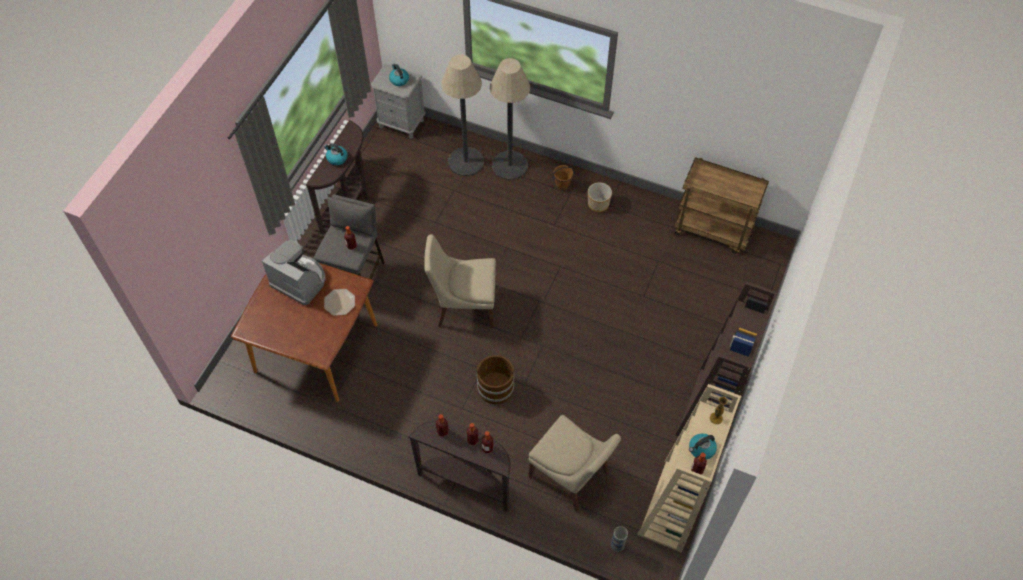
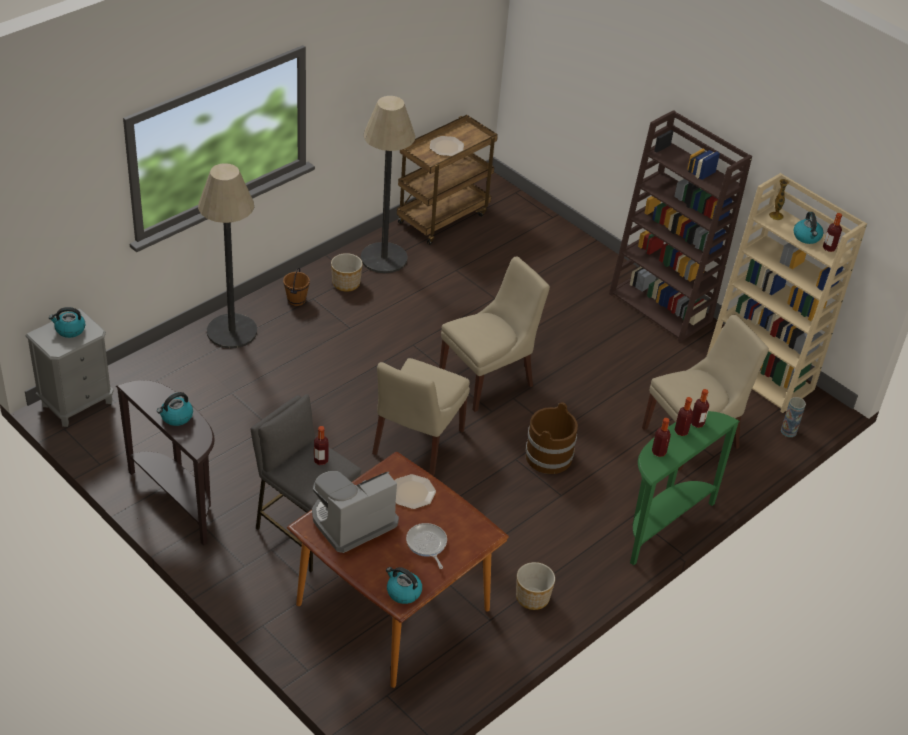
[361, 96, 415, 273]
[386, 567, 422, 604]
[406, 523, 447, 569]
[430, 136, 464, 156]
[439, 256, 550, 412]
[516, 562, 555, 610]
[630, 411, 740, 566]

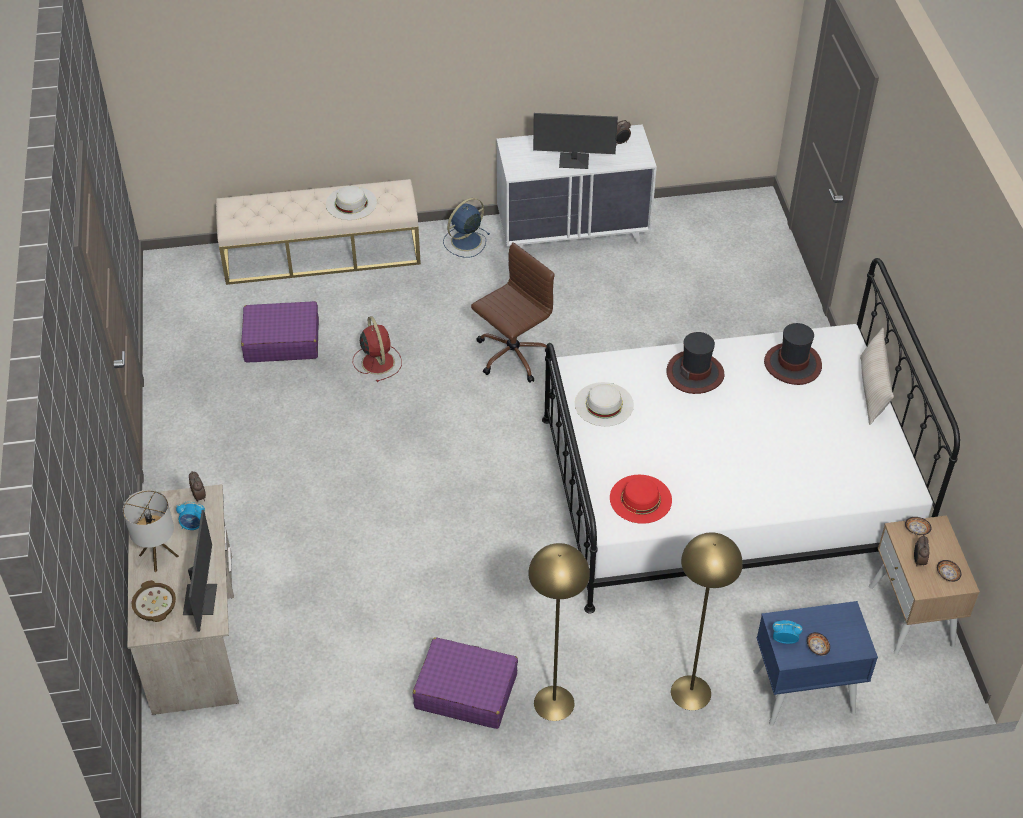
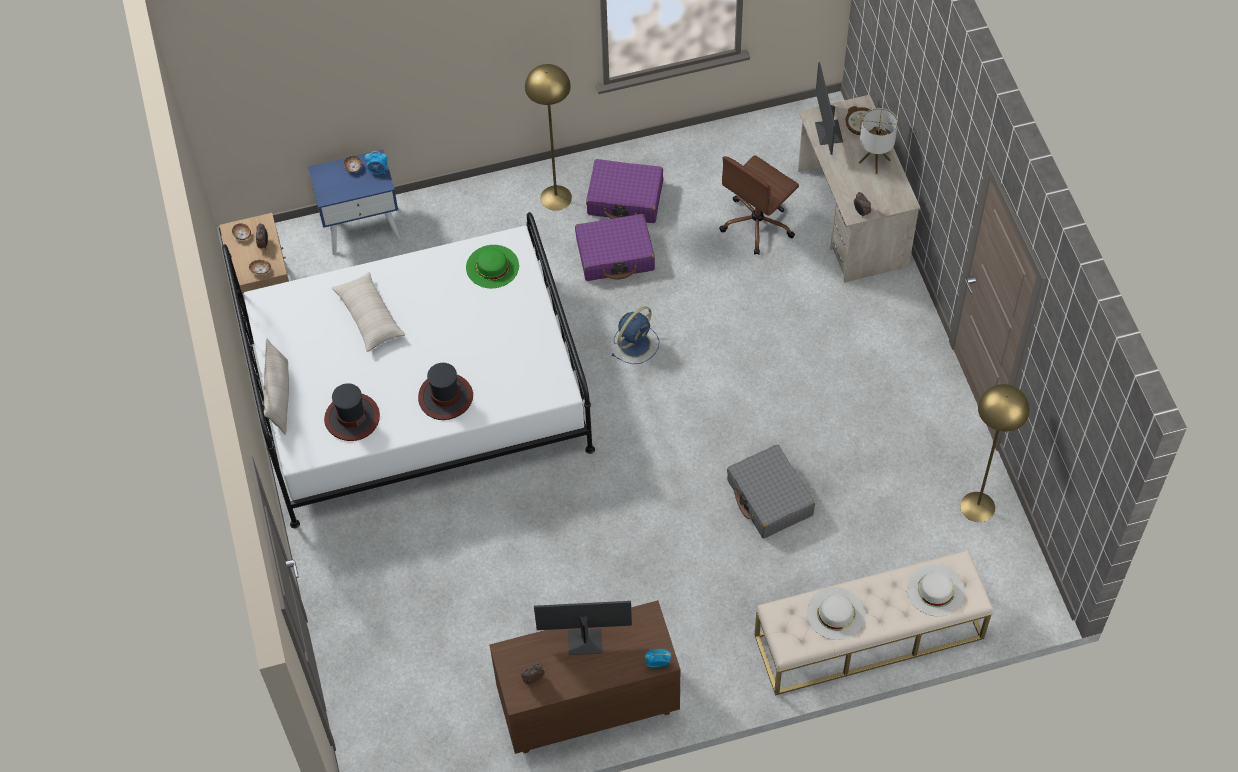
[332, 272, 405, 352]
[466, 245, 519, 288]
[490, 600, 681, 754]
[575, 214, 655, 281]
[611, 306, 659, 364]
[644, 649, 671, 667]
[719, 155, 799, 255]
[727, 445, 815, 538]
[907, 564, 965, 616]
[960, 384, 1030, 522]

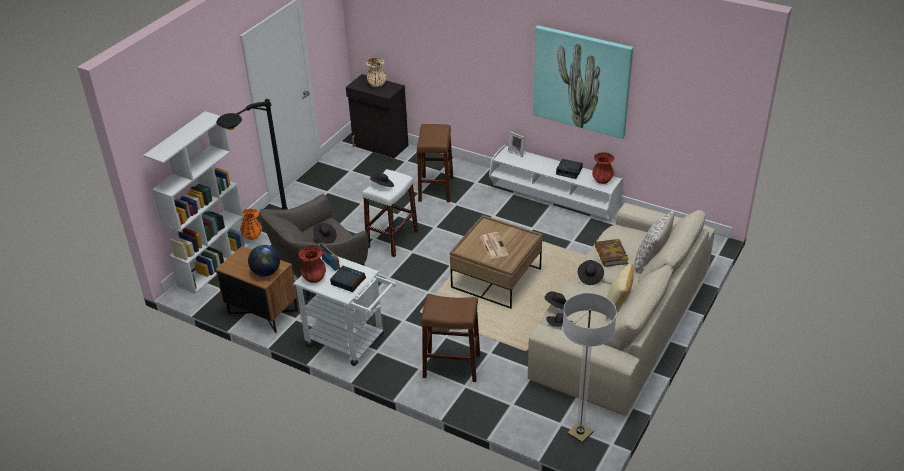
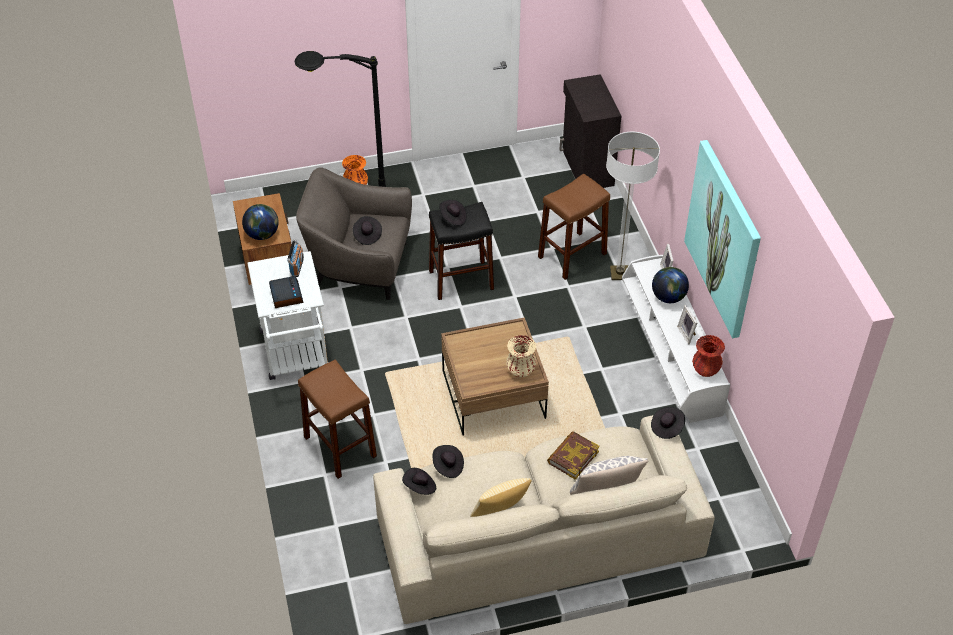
[429, 202, 494, 300]
[506, 335, 536, 377]
[606, 132, 660, 280]
[651, 407, 685, 439]
[652, 267, 689, 303]
[677, 305, 697, 345]
[143, 111, 249, 294] (first image)
[298, 246, 326, 283] (first image)
[480, 232, 509, 259] (first image)

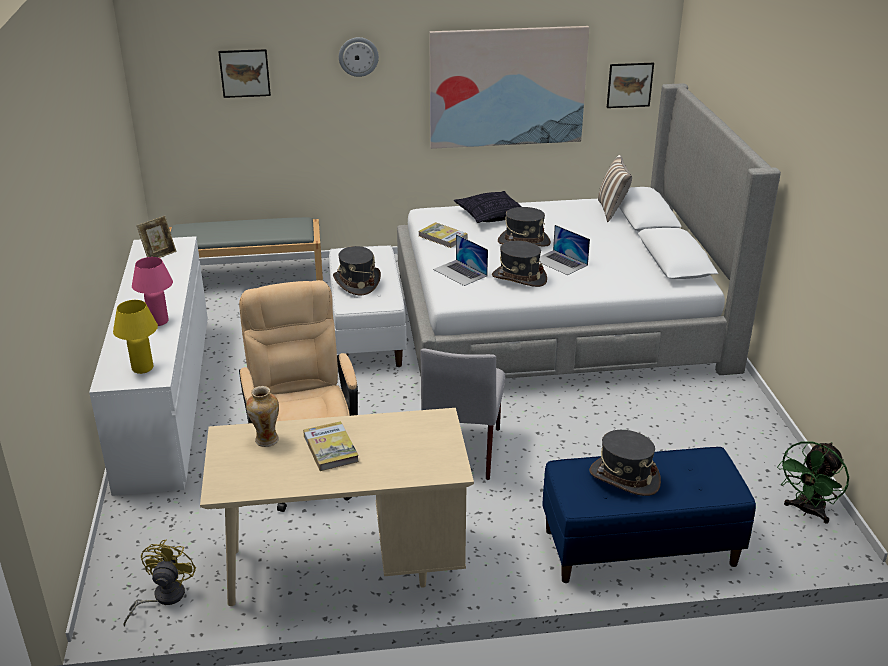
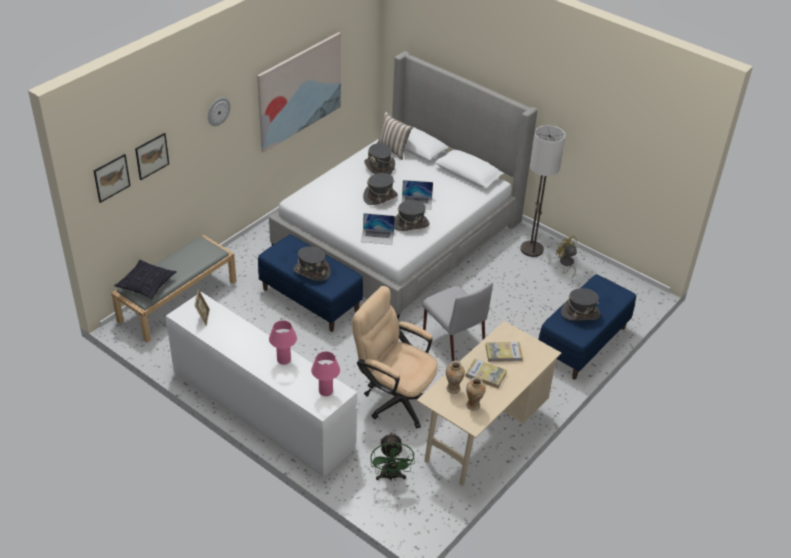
[94, 154, 131, 203]
[114, 260, 177, 299]
[258, 235, 363, 332]
[311, 351, 340, 396]
[364, 143, 395, 175]
[370, 432, 415, 480]
[466, 377, 486, 411]
[486, 342, 523, 362]
[520, 125, 566, 257]
[556, 235, 577, 279]

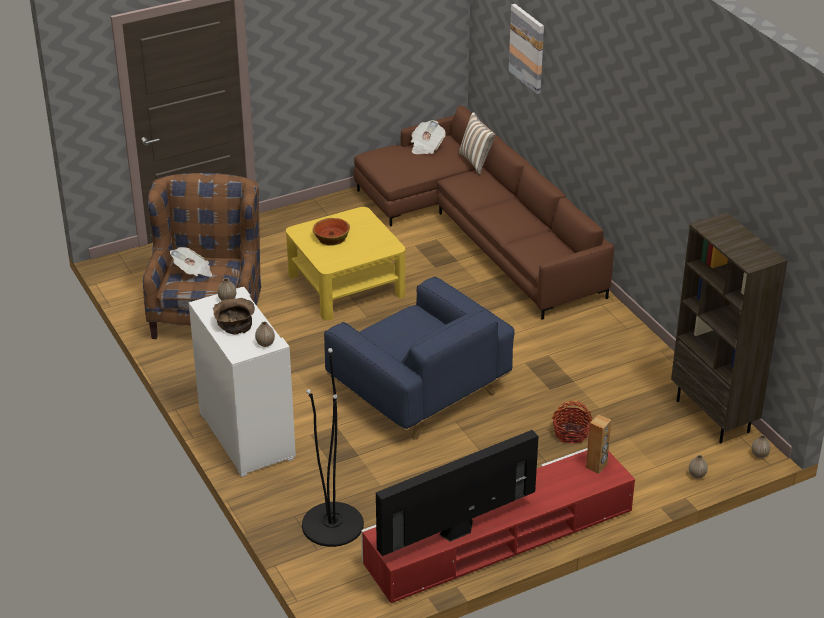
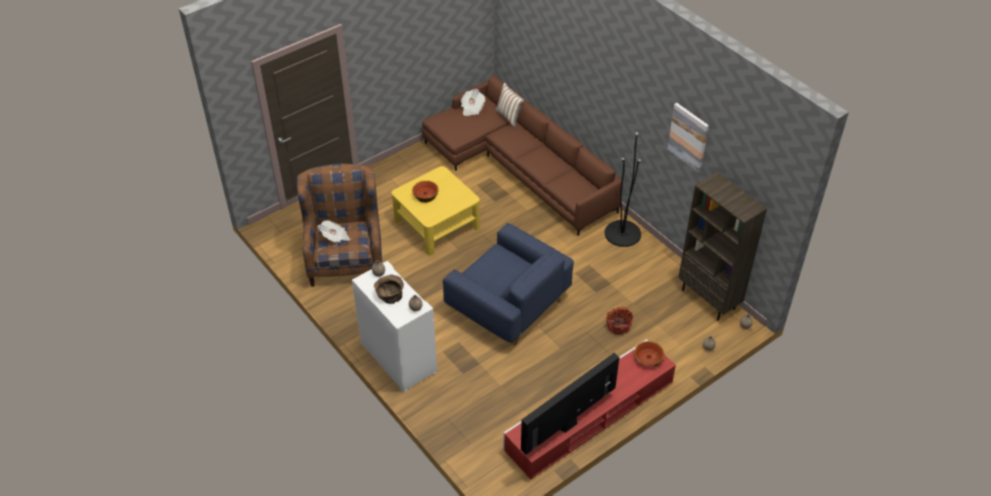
[605, 132, 641, 247]
[634, 341, 664, 367]
[668, 103, 709, 172]

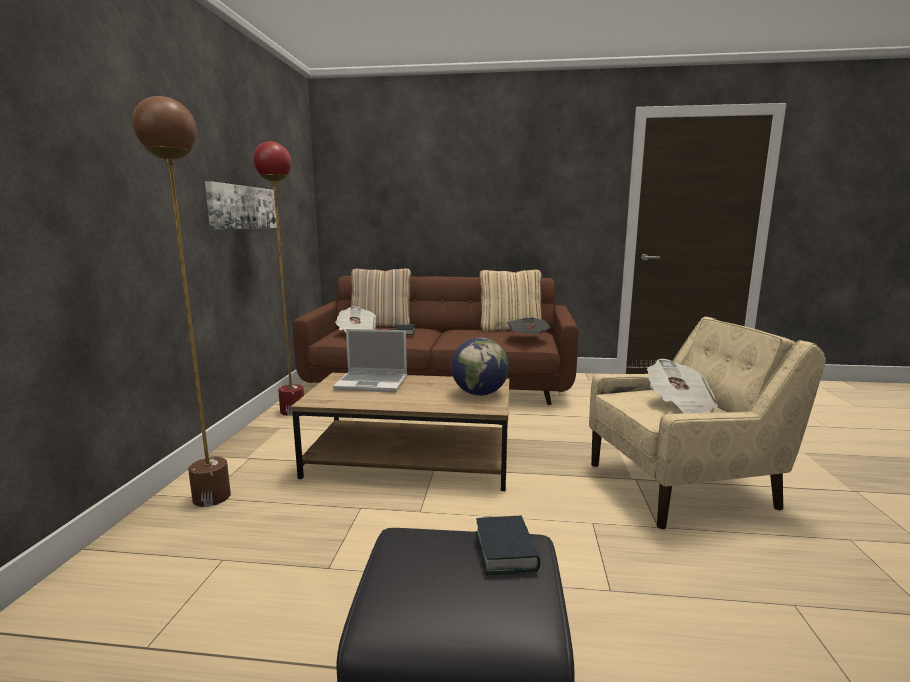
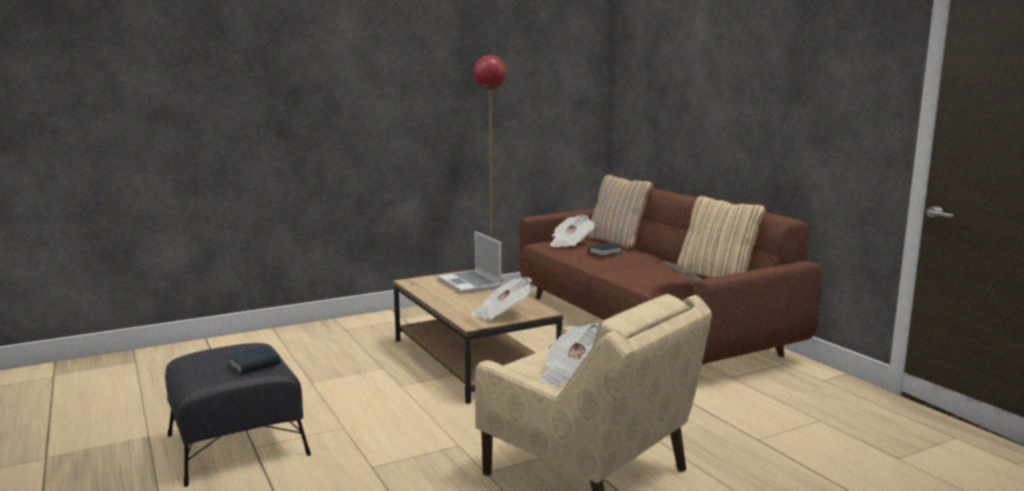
[471, 277, 532, 320]
[132, 96, 231, 507] (first image)
[205, 181, 277, 229] (first image)

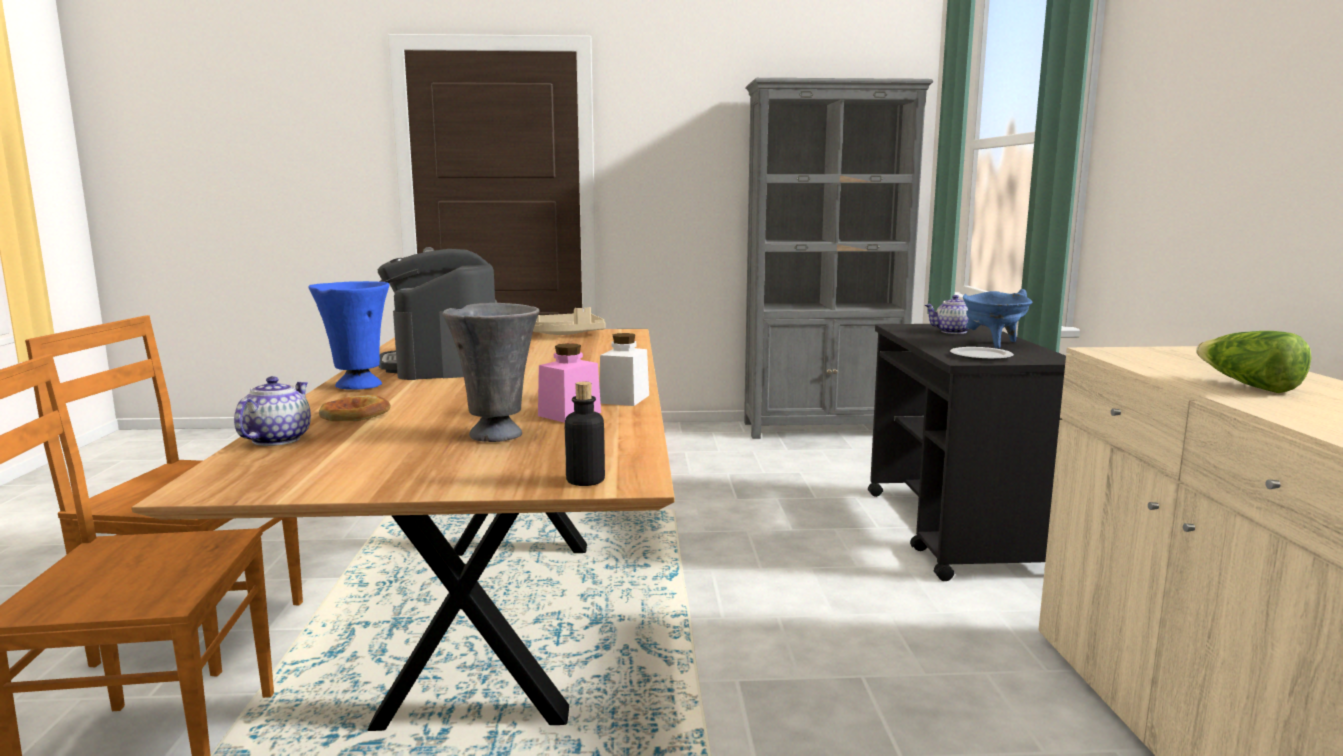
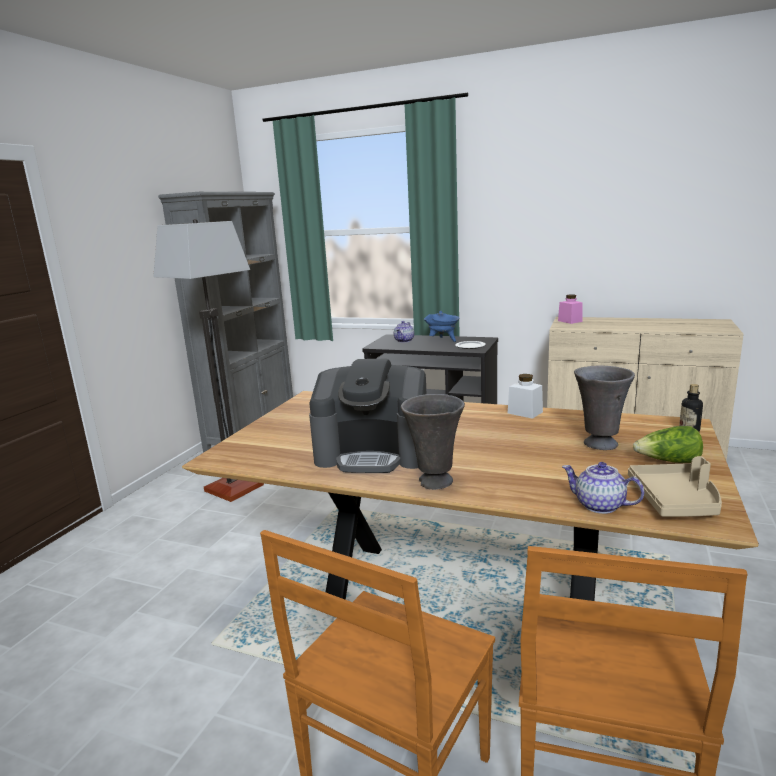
[153, 219, 264, 502]
[401, 394, 465, 490]
[558, 294, 582, 324]
[628, 456, 722, 517]
[633, 426, 703, 463]
[319, 395, 391, 421] (first image)

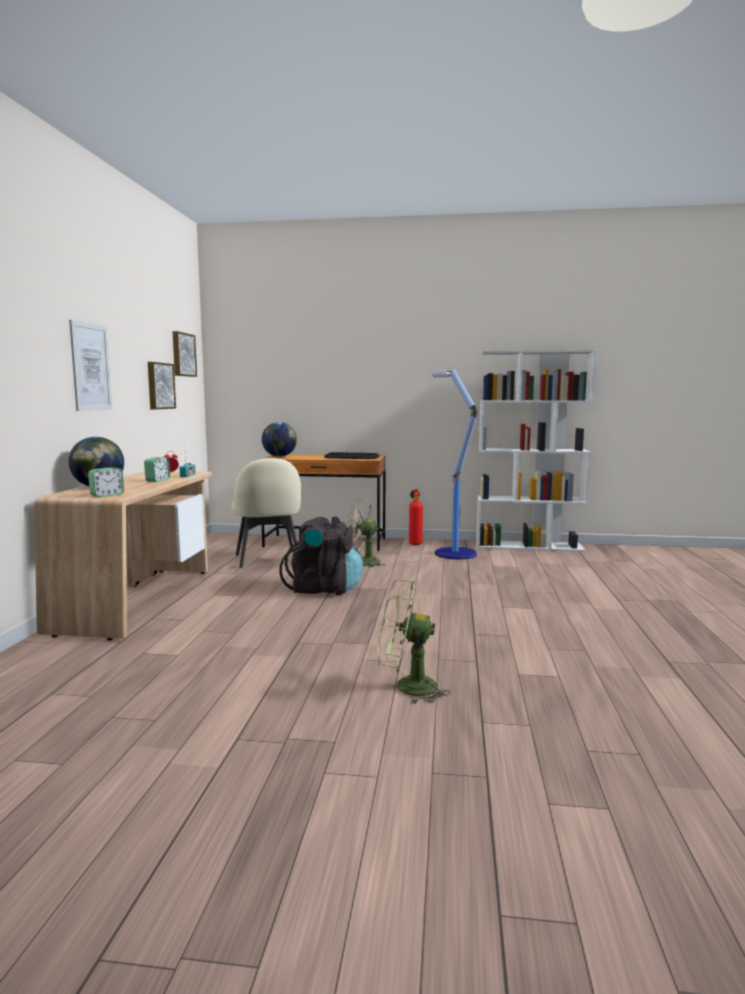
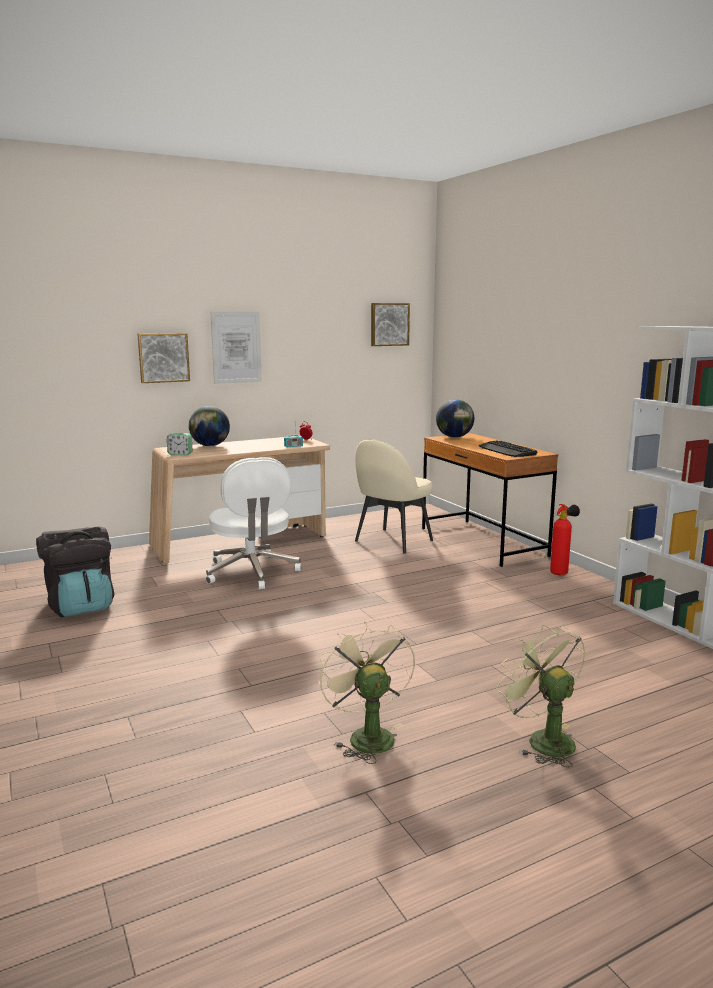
[36, 526, 115, 617]
[137, 333, 190, 383]
[206, 457, 301, 589]
[318, 622, 415, 764]
[497, 625, 586, 767]
[144, 457, 170, 482] (first image)
[432, 369, 477, 559] (first image)

